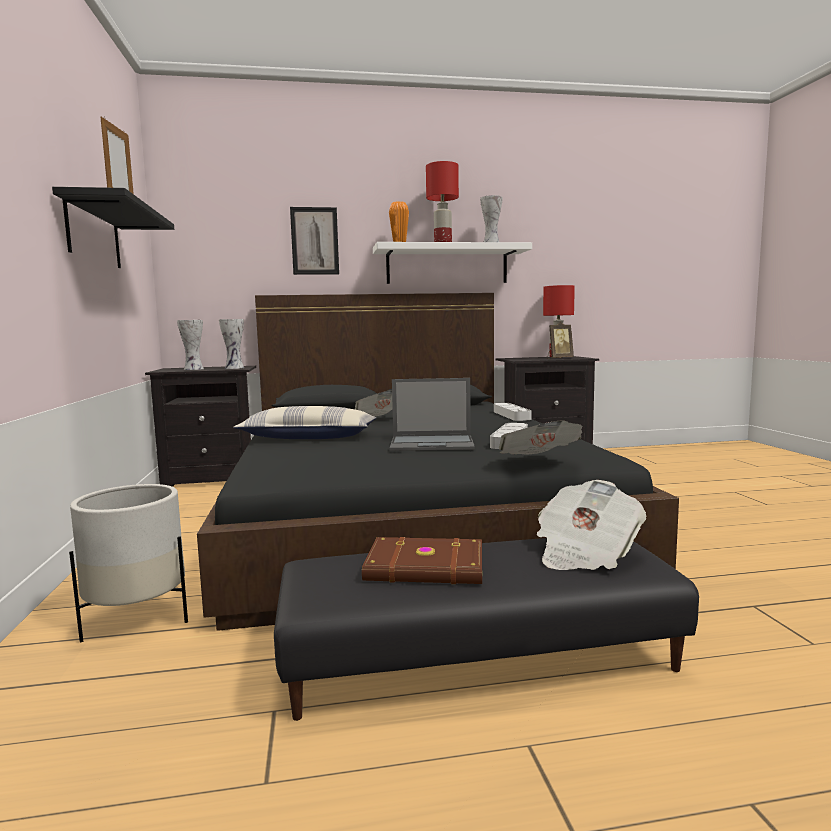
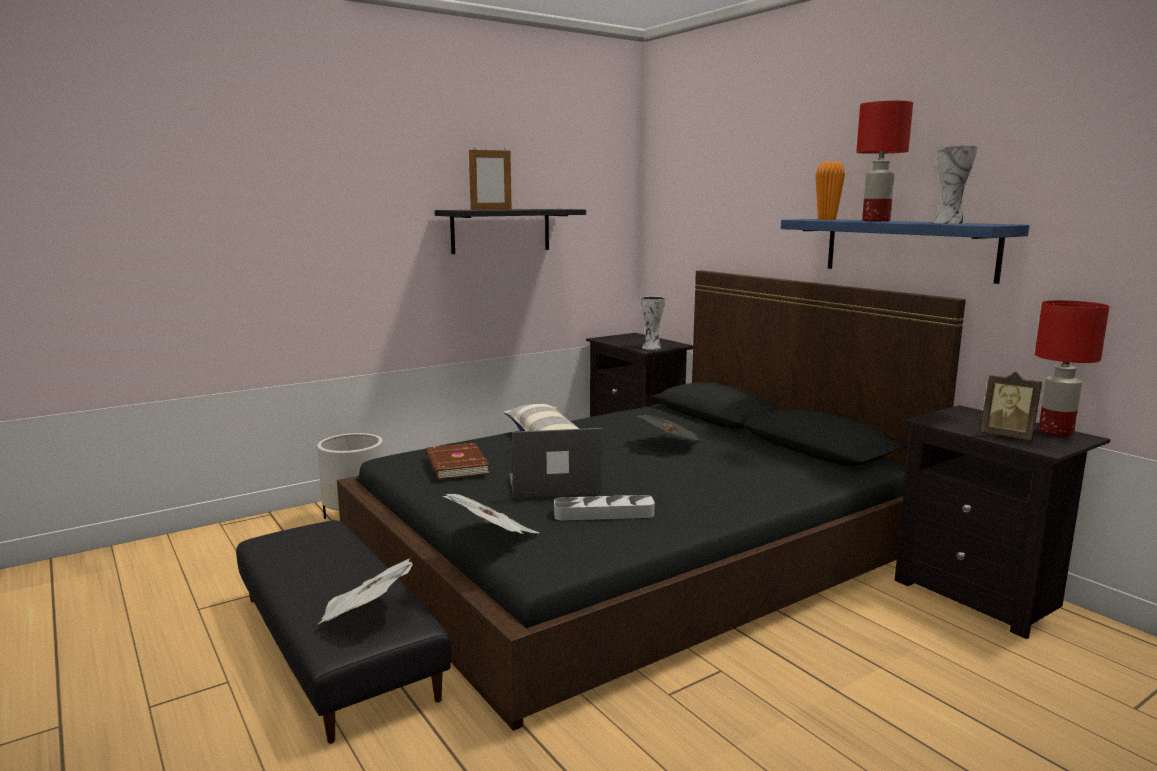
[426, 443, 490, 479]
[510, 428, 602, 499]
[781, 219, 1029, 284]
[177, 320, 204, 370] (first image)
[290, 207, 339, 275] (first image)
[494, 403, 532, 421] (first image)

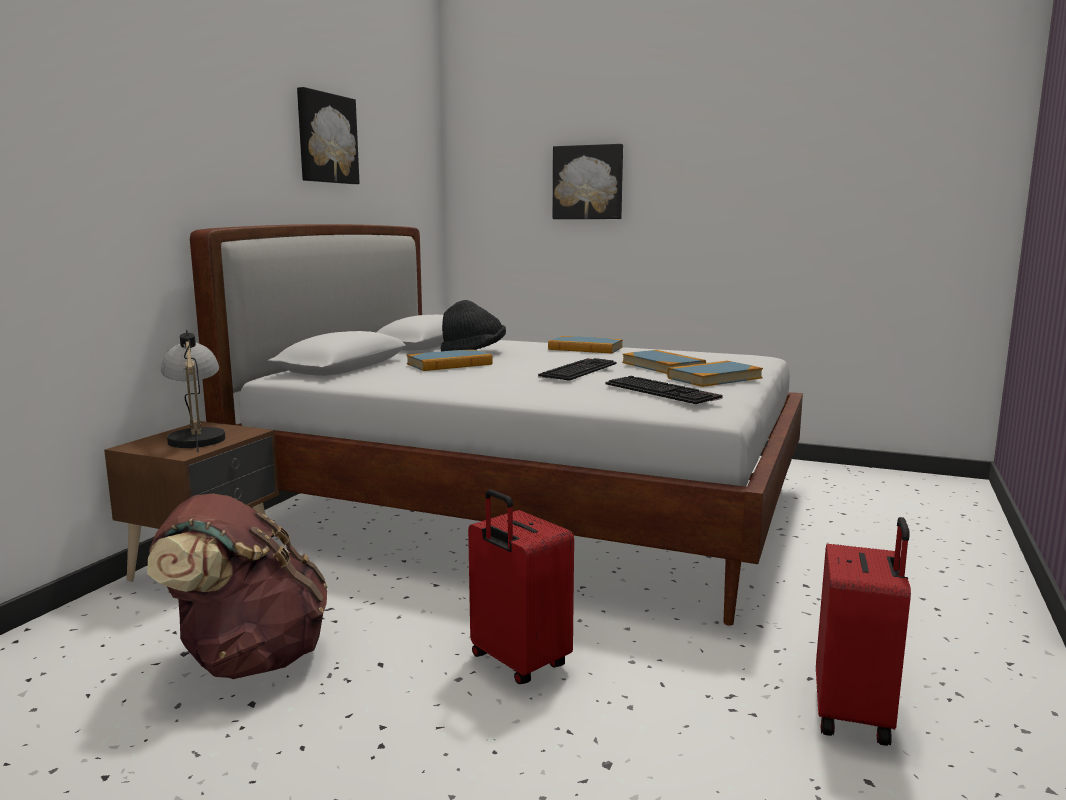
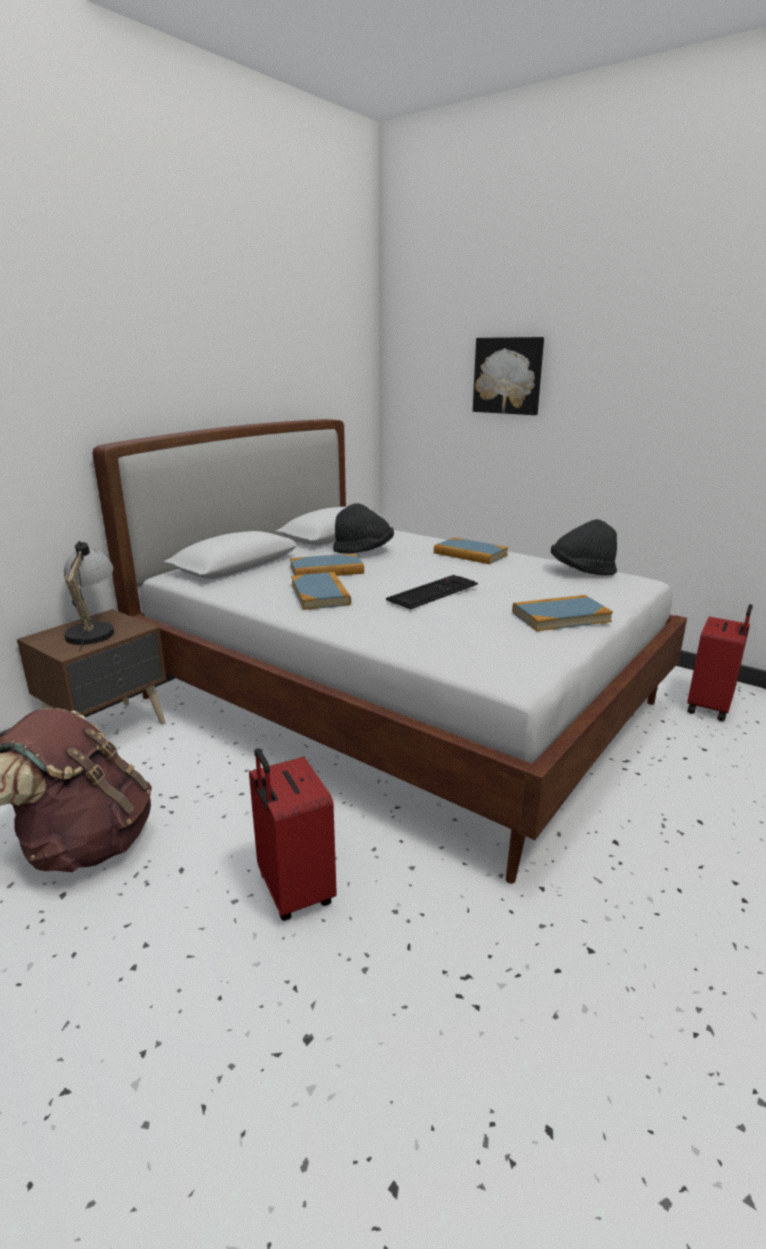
[291, 572, 351, 610]
[551, 519, 617, 575]
[687, 604, 753, 721]
[297, 87, 360, 184] (first image)
[605, 376, 723, 404] (first image)

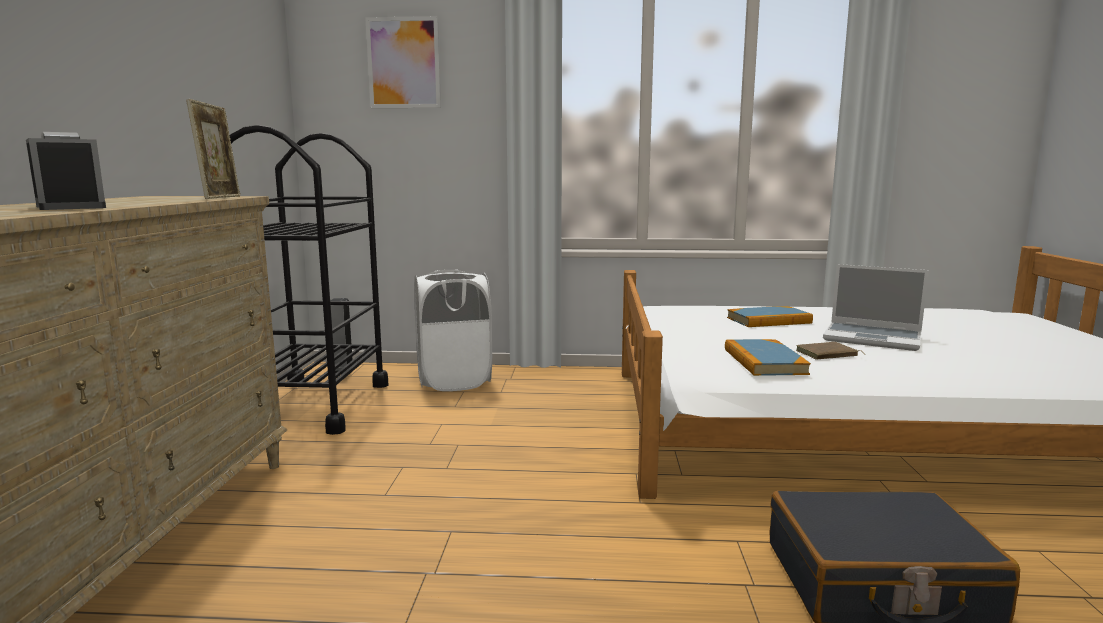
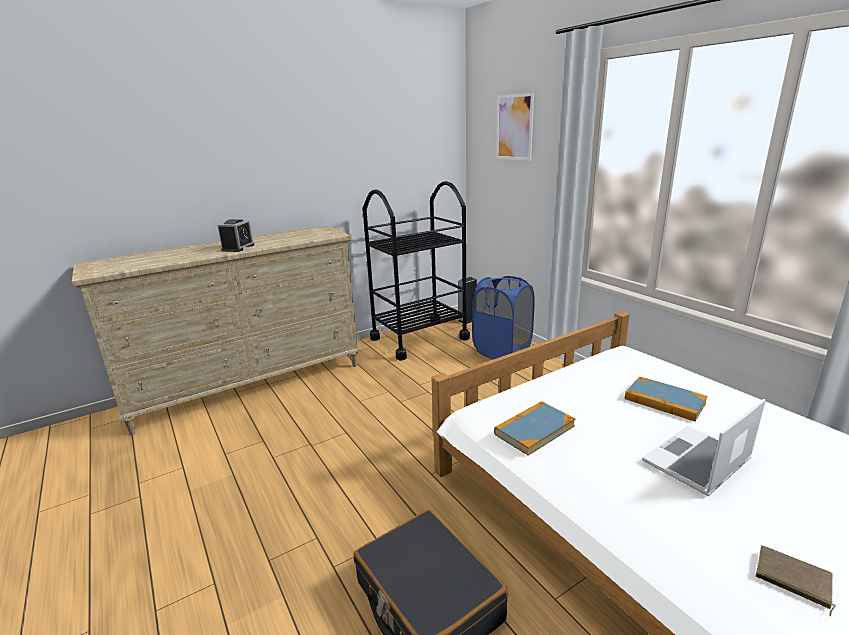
[472, 276, 535, 359]
[642, 399, 766, 496]
[756, 545, 836, 616]
[186, 99, 241, 199] (first image)

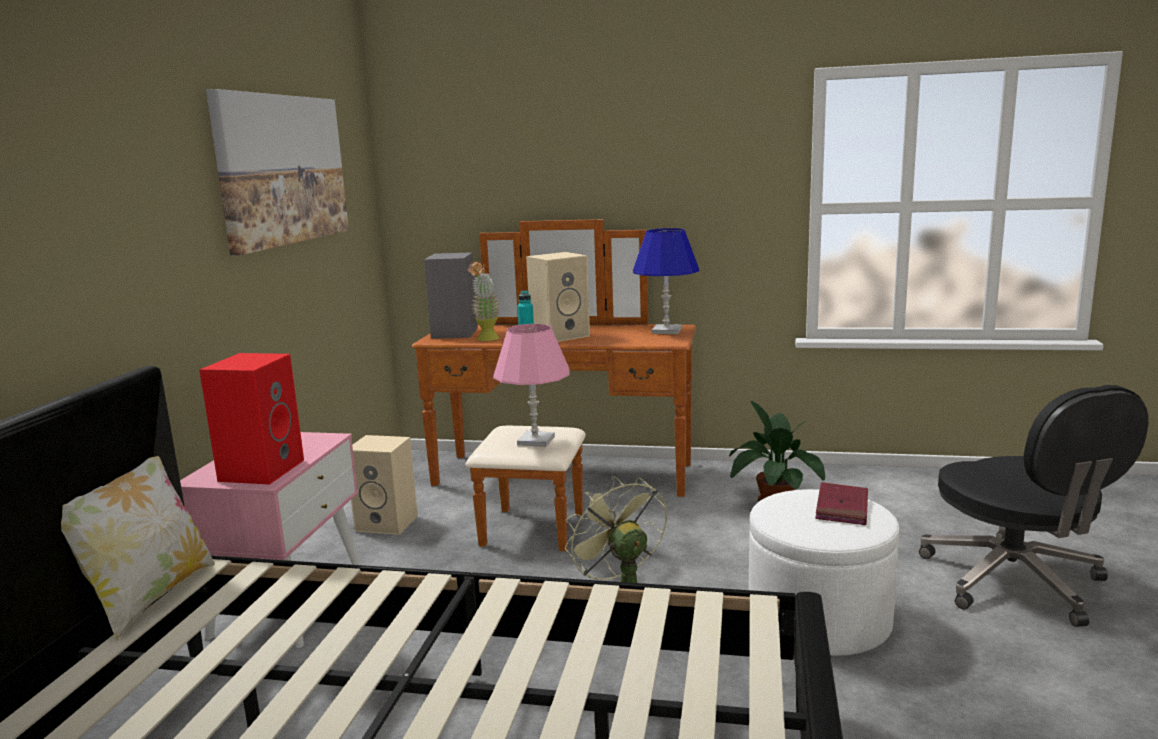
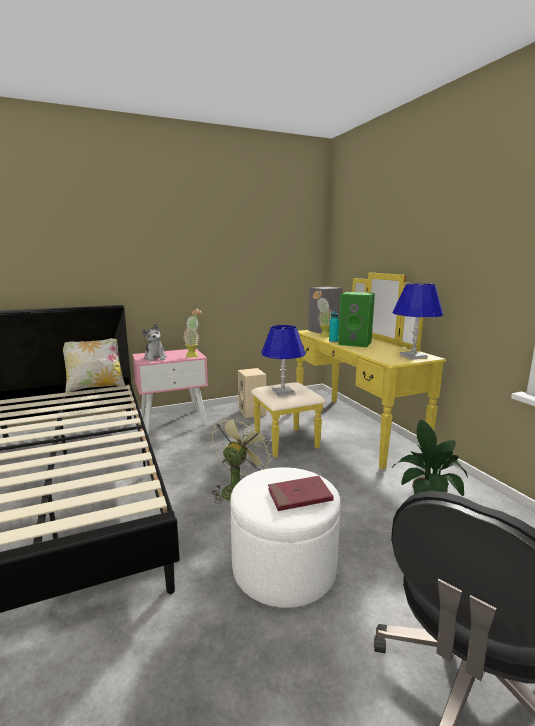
[142, 323, 167, 362]
[184, 309, 202, 358]
[251, 273, 446, 469]
[262, 325, 306, 396]
[338, 292, 375, 347]
[206, 89, 349, 255] (first image)

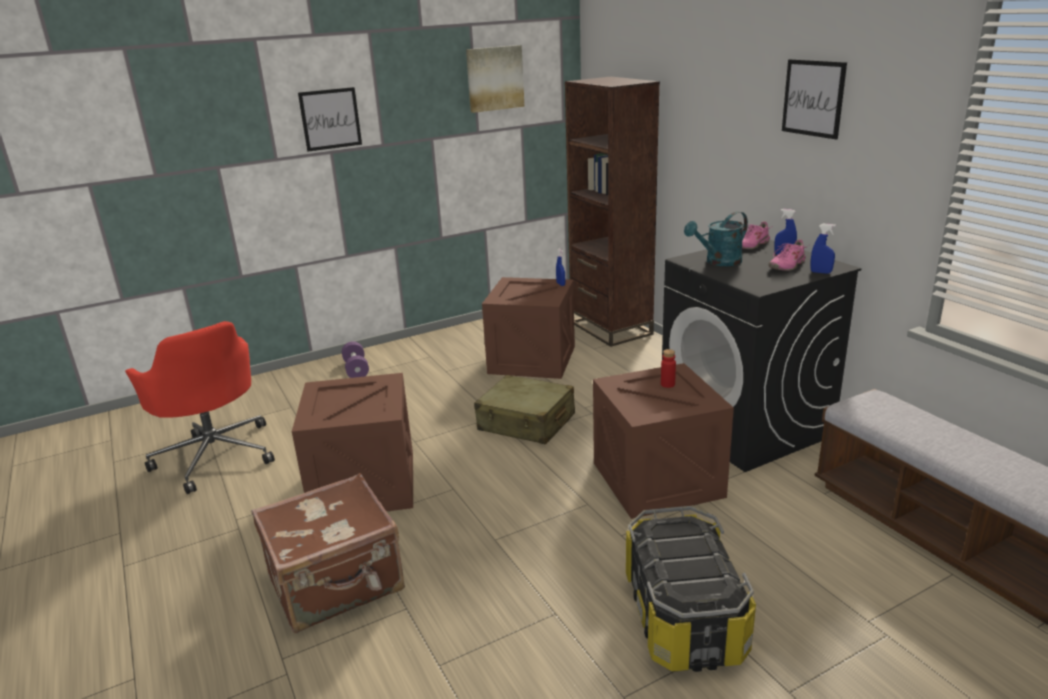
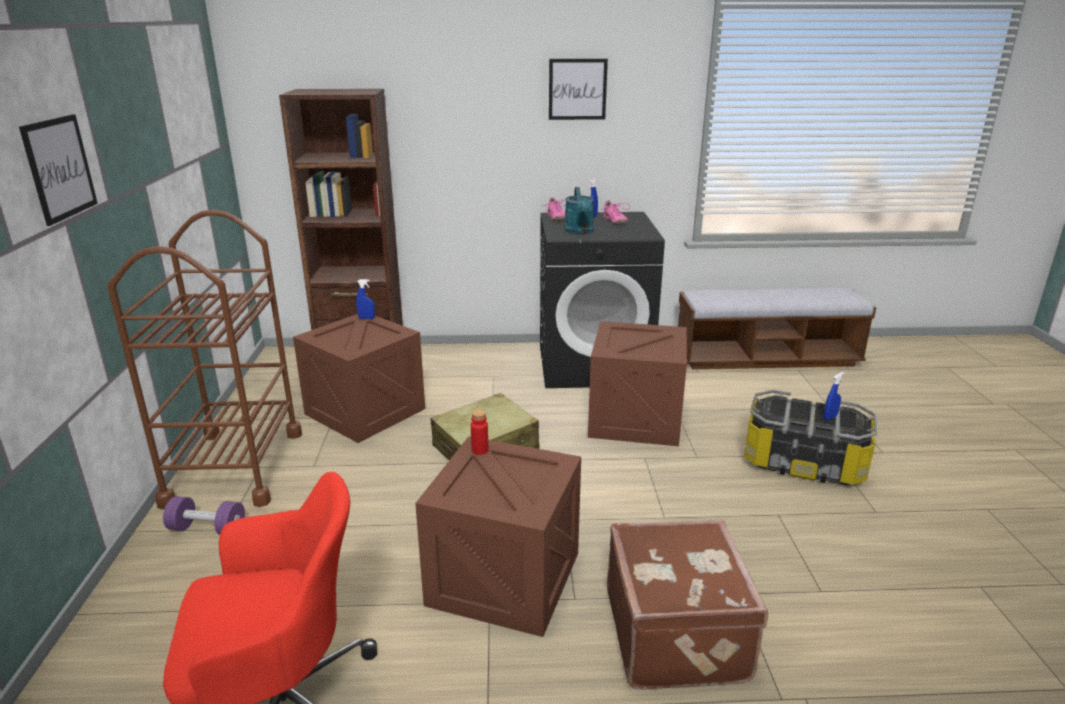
[107, 210, 302, 509]
[471, 409, 488, 455]
[824, 372, 844, 420]
[466, 45, 524, 113] (first image)

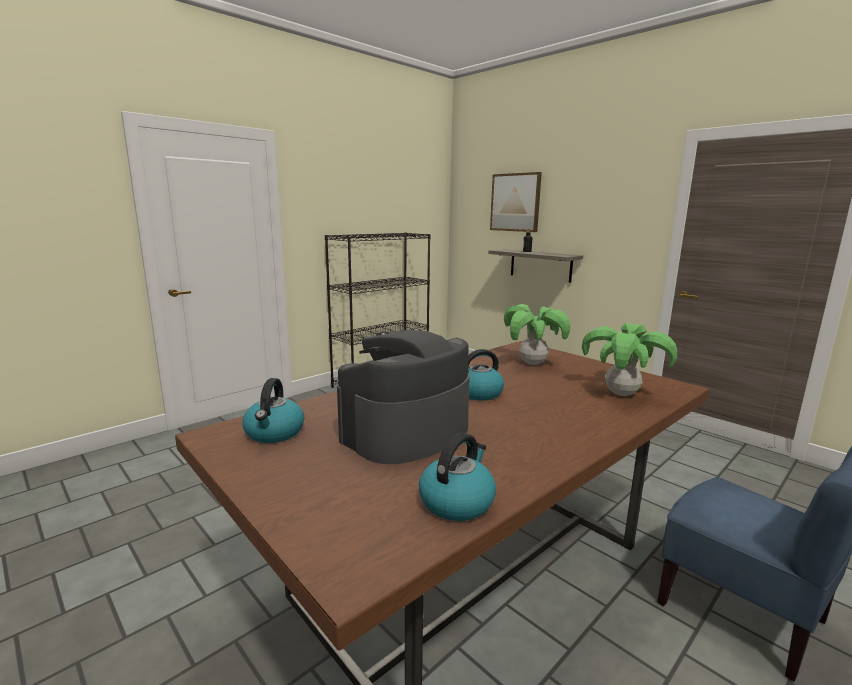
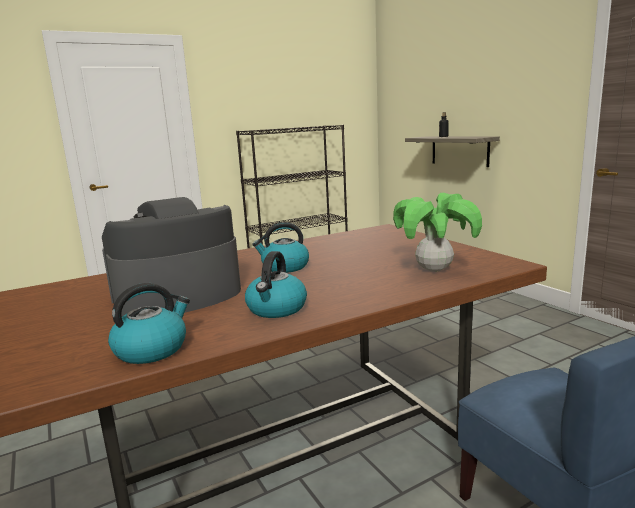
[245, 251, 307, 318]
[490, 172, 542, 232] (first image)
[504, 304, 570, 365] (first image)

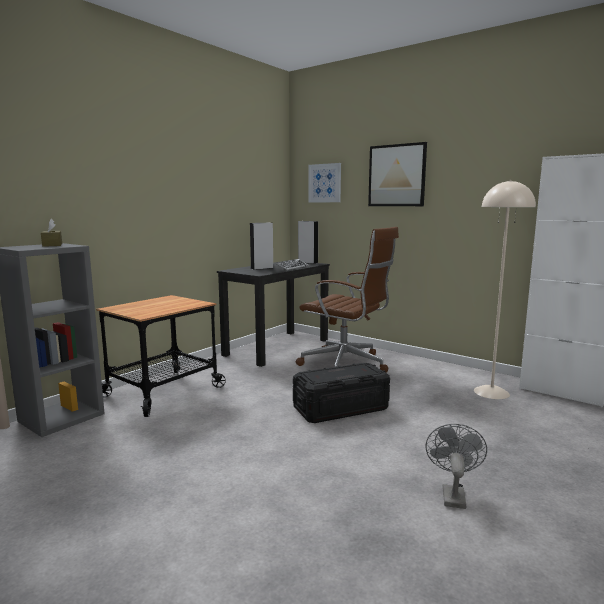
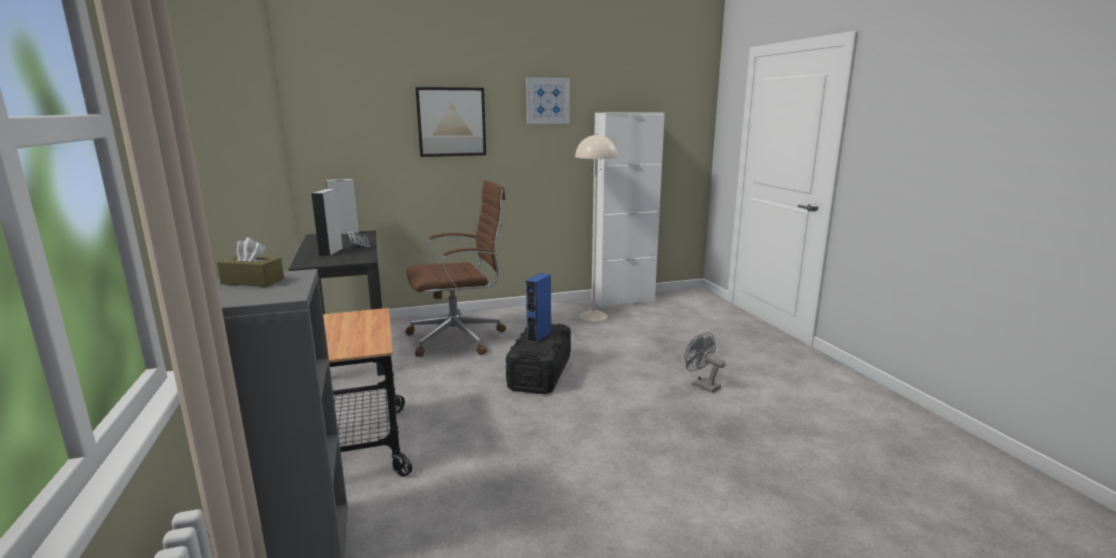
[526, 77, 570, 124]
[526, 273, 551, 343]

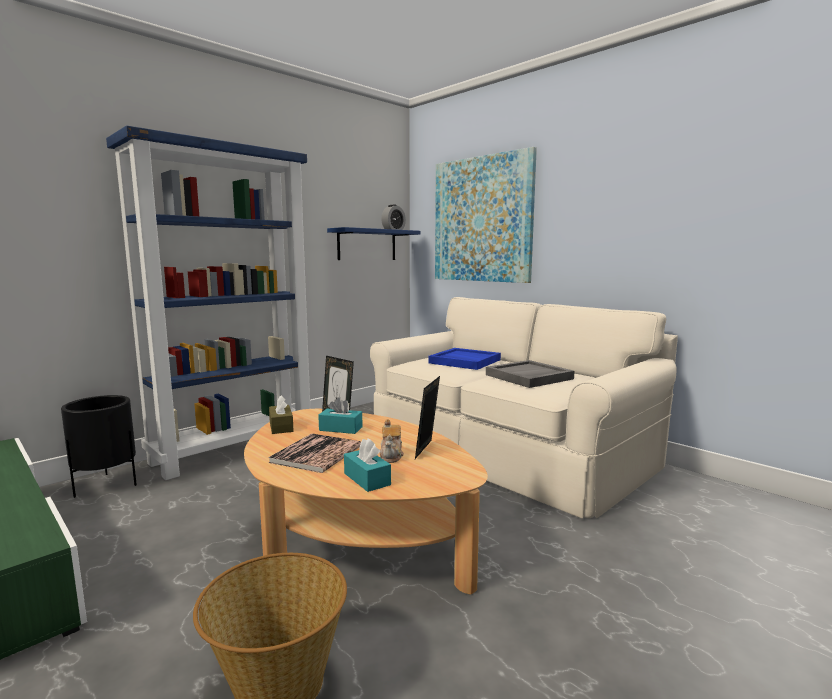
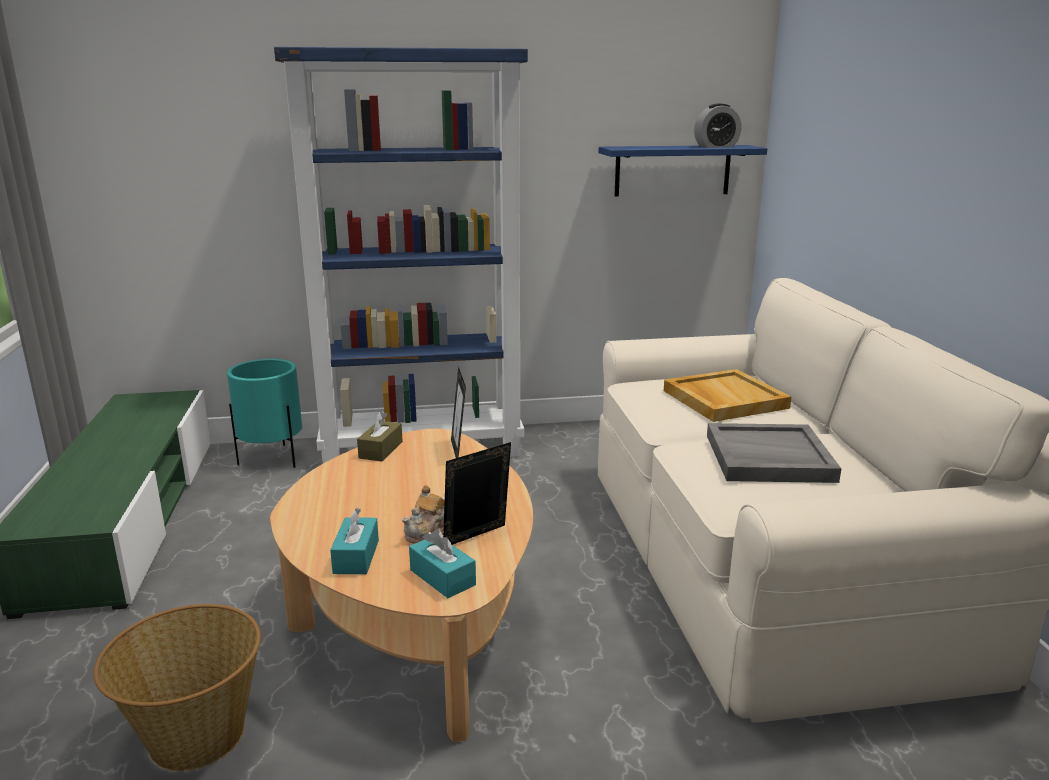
[227, 359, 302, 468]
[409, 529, 476, 598]
[664, 369, 791, 422]
[268, 433, 361, 473] (first image)
[435, 147, 537, 283] (first image)

